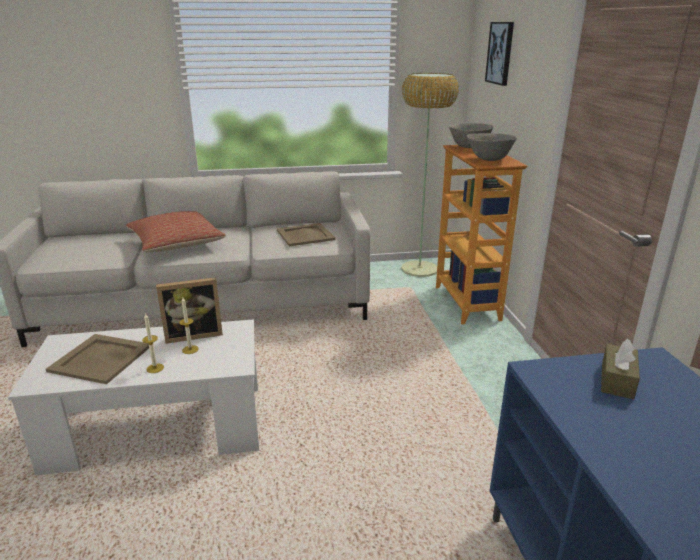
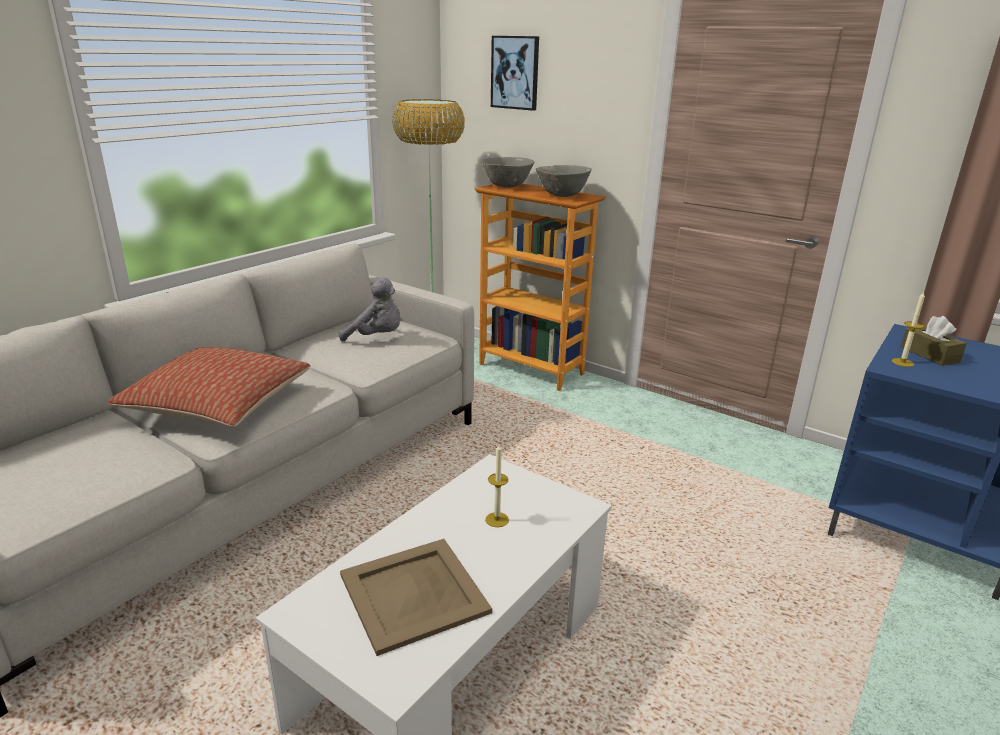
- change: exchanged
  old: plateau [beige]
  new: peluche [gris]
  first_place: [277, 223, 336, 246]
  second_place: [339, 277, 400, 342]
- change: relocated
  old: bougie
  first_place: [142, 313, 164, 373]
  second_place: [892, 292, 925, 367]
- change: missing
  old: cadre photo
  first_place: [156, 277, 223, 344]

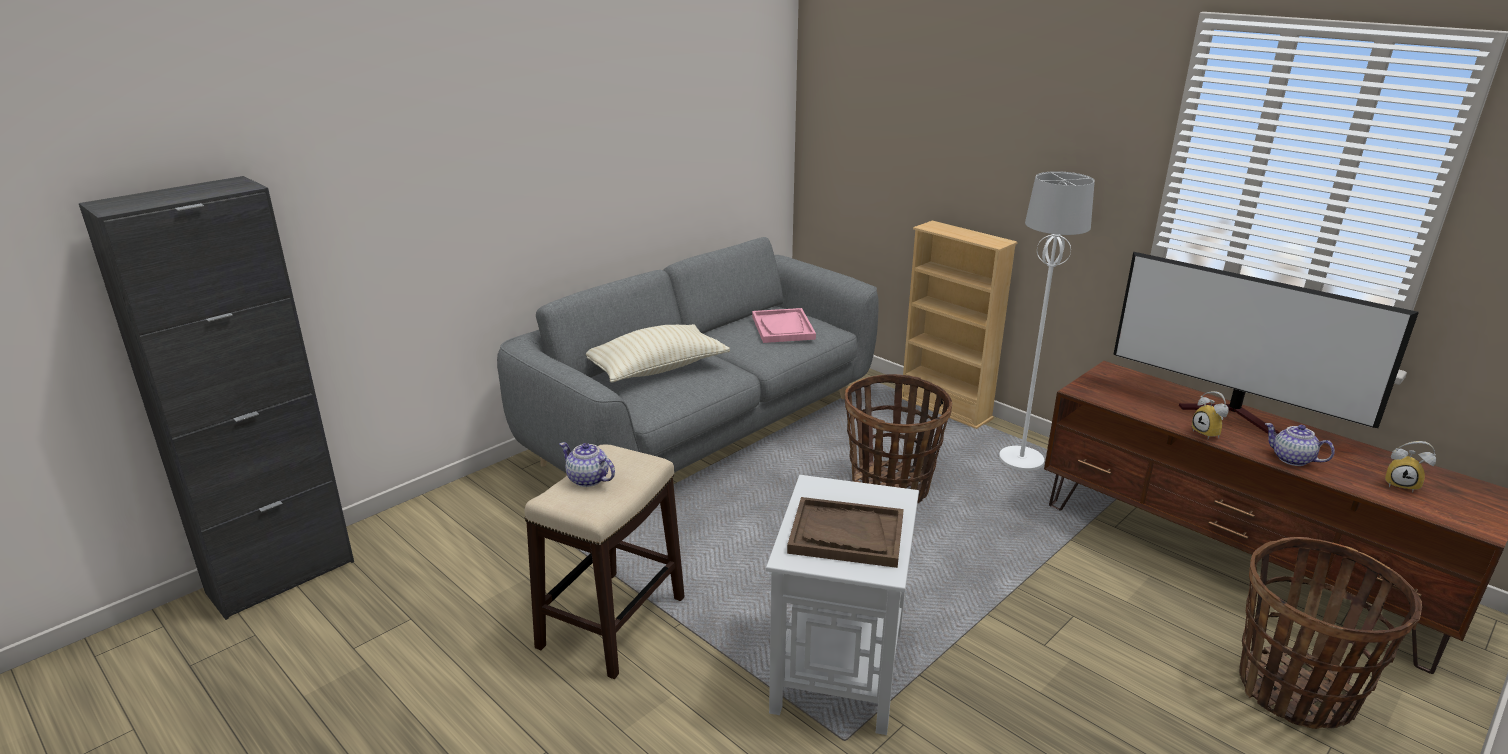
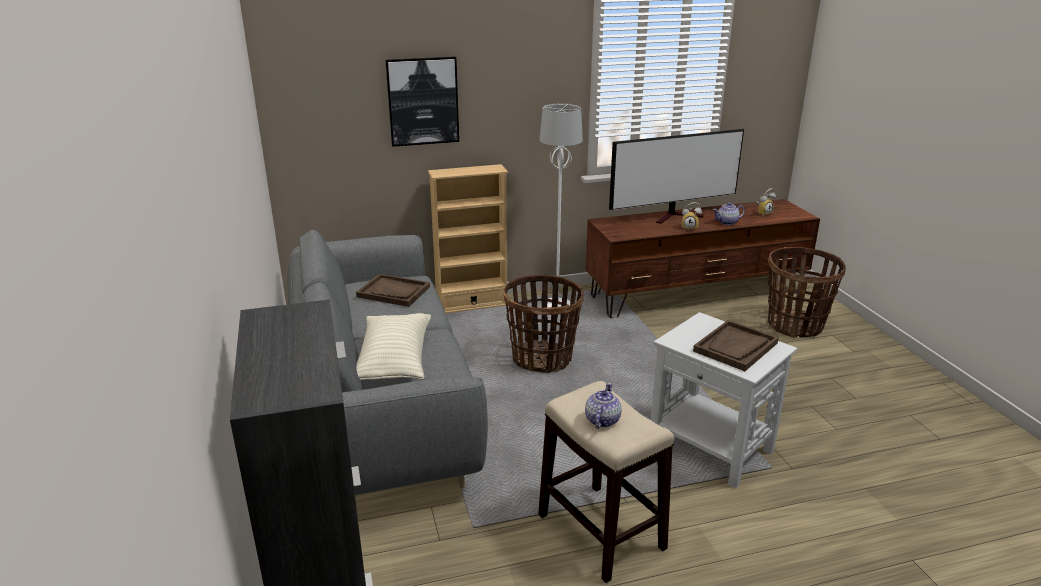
- change: colour
  old: plateau [rose]
  new: plateau [marron]
  first_place: [752, 308, 816, 343]
  second_place: [356, 274, 430, 307]
- change: appeared
  new: tableau
  second_place: [385, 57, 459, 147]
- change: spun
  old: théière
  first_place: [560, 442, 615, 487]
  second_place: [585, 383, 622, 429]
  degrees: 135

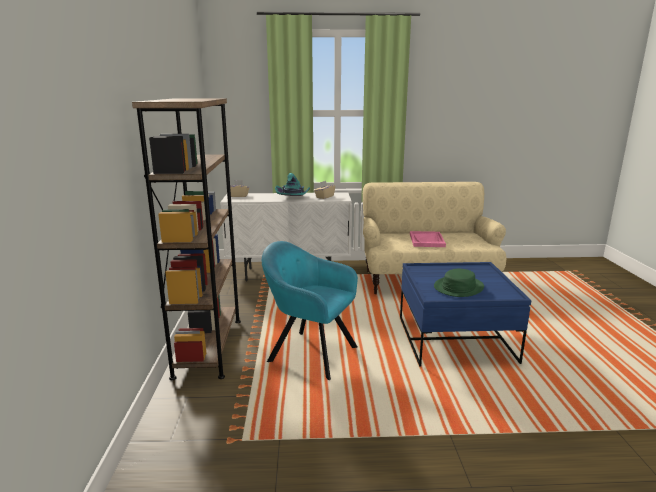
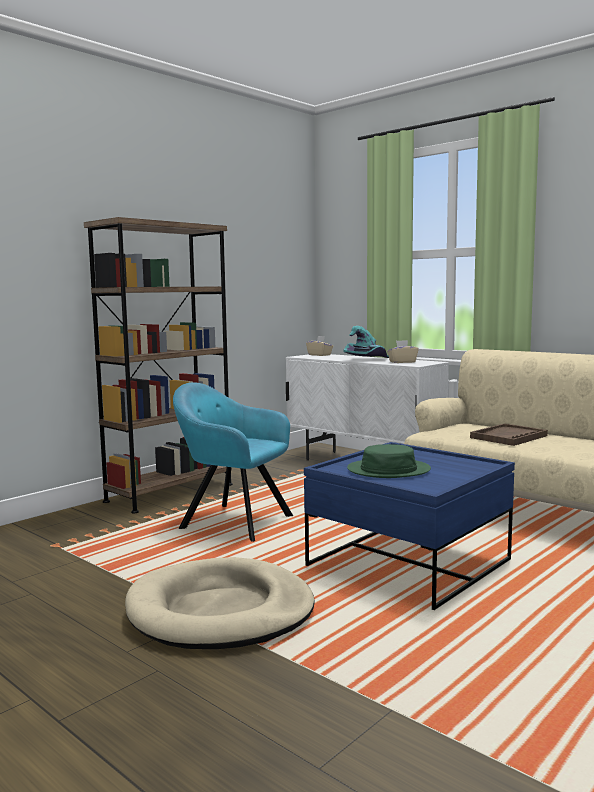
- change: appeared
  new: panier pour chien [beige]
  second_place: [125, 557, 315, 649]
- change: spun
  old: fauteuil [turquoise]
  first_place: [262, 241, 358, 380]
  second_place: [173, 382, 293, 542]
  degrees: -45
- change: colour
  old: plateau [rose]
  new: plateau [marron]
  first_place: [410, 231, 446, 247]
  second_place: [470, 423, 548, 446]

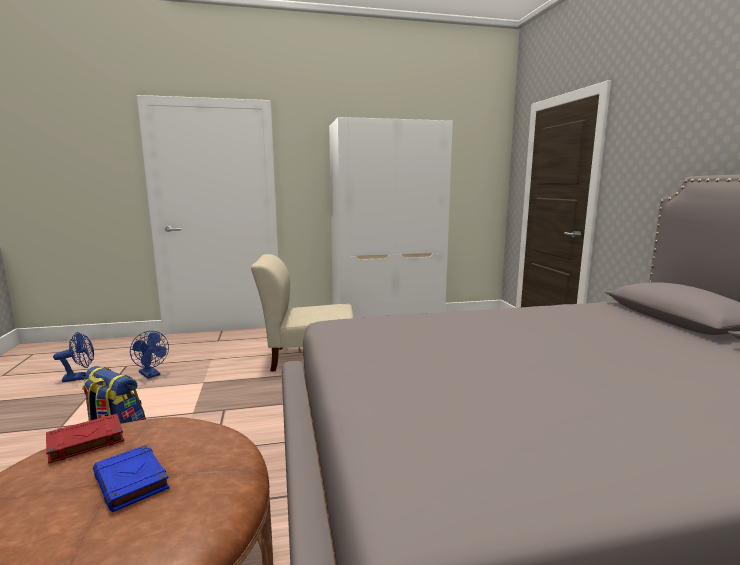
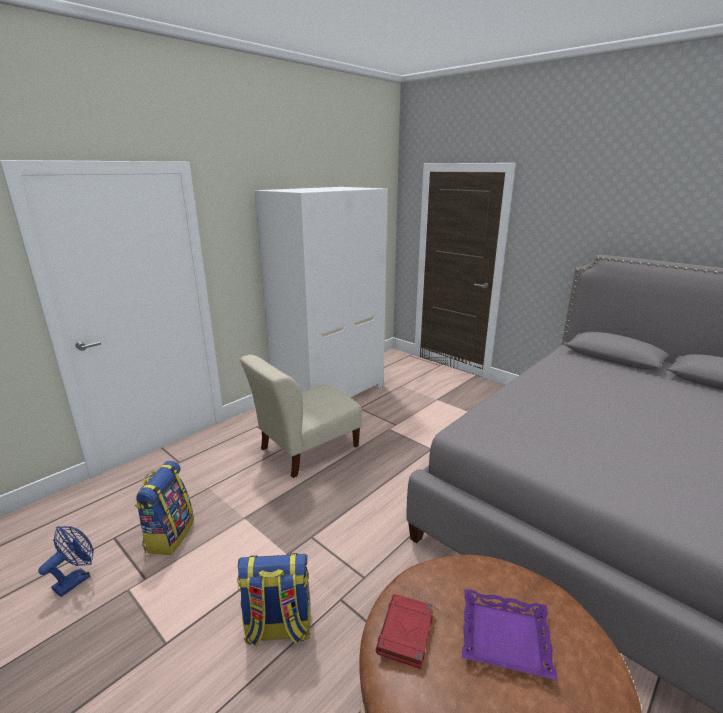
- change: exchanged
  old: ventilateur [bleu]
  new: sac à dos
  first_place: [130, 331, 169, 379]
  second_place: [135, 461, 194, 555]
- change: exchanged
  old: livre [bleu]
  new: plateau [violet]
  first_place: [93, 445, 170, 512]
  second_place: [462, 589, 558, 680]

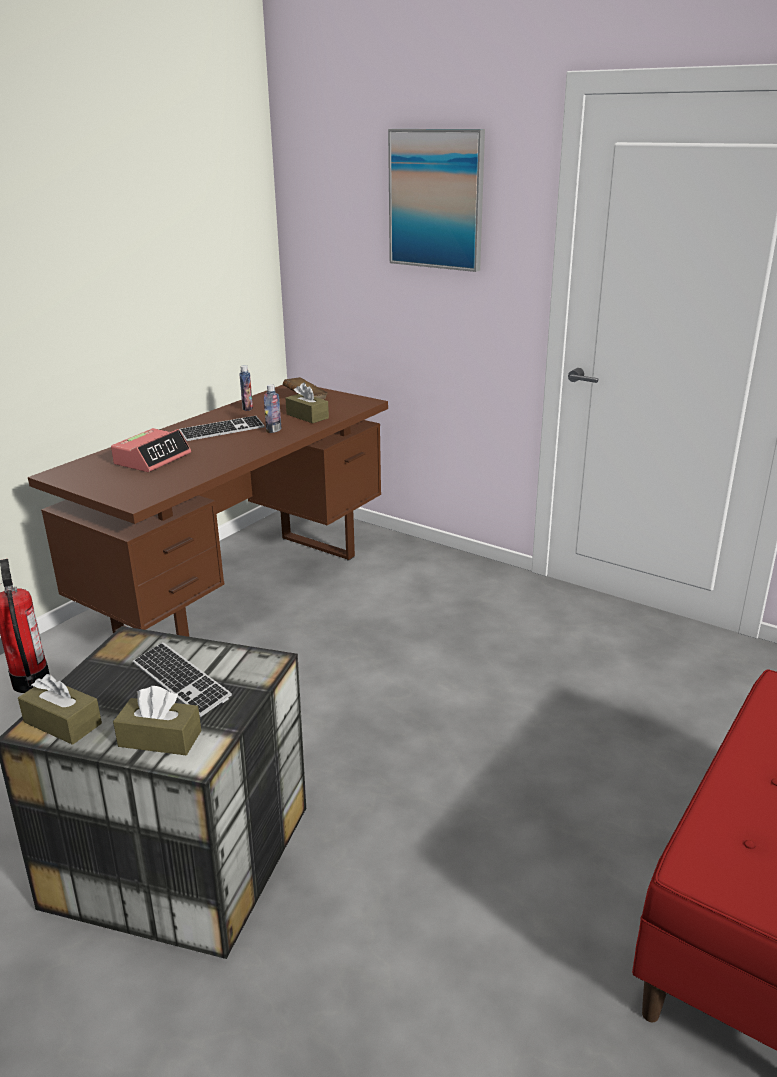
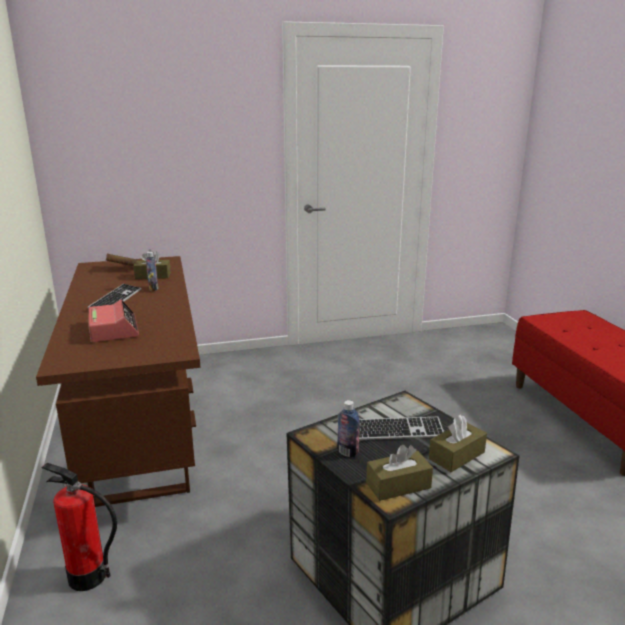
- change: relocated
  old: bouteille
  first_place: [239, 365, 253, 411]
  second_place: [337, 400, 360, 457]
- change: missing
  old: tableau
  first_place: [388, 129, 485, 272]

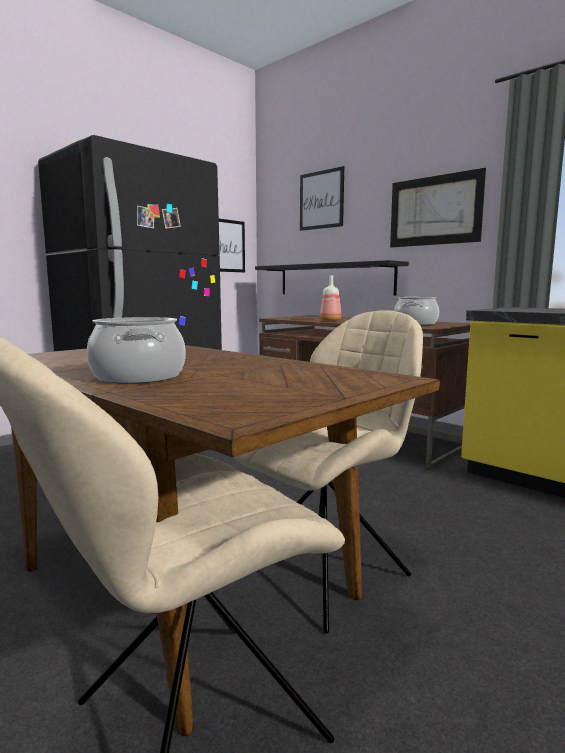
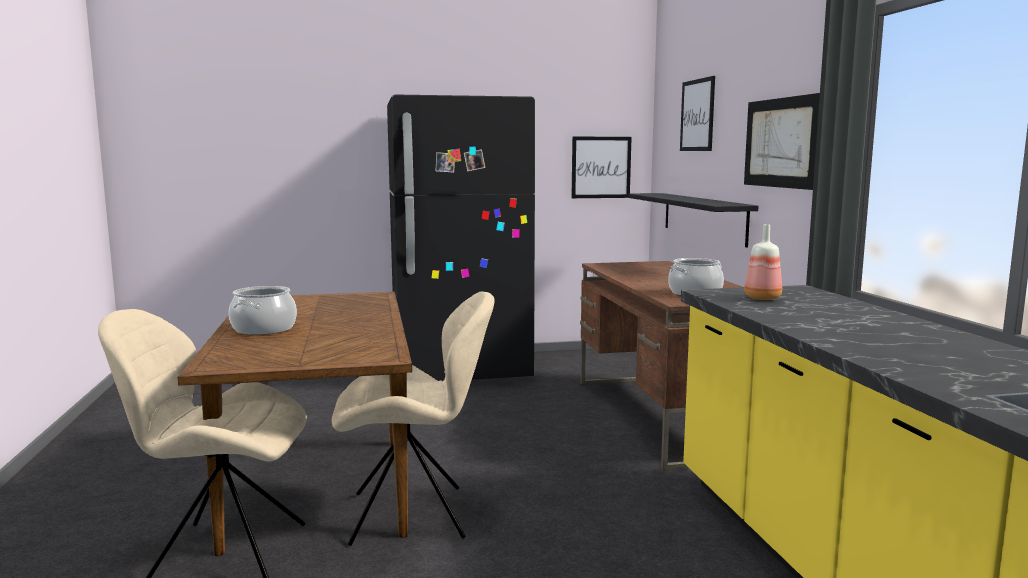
- change: relocated
  old: bouteille
  first_place: [320, 276, 342, 321]
  second_place: [744, 224, 782, 300]

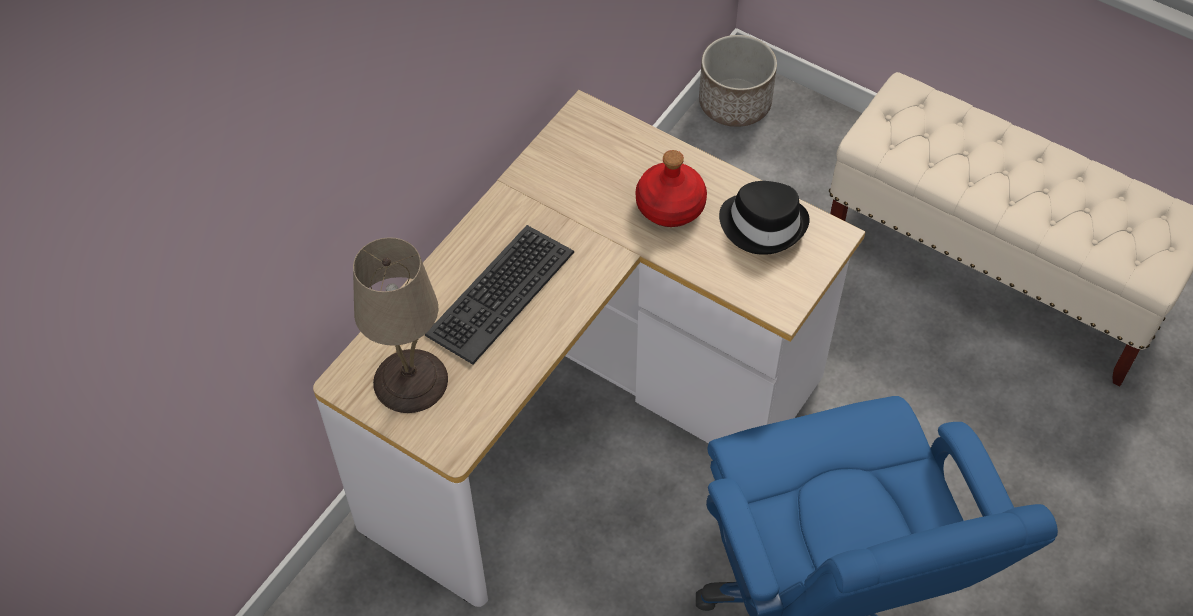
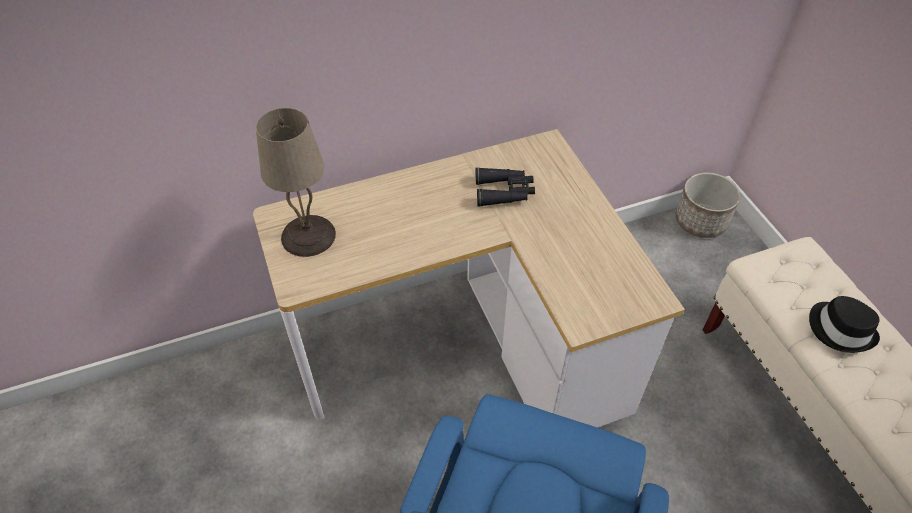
- change: appeared
  new: jumelles [noir]
  second_place: [475, 168, 535, 207]
- change: relocated
  old: chapeau [noir]
  first_place: [719, 181, 810, 255]
  second_place: [809, 296, 880, 353]
- change: missing
  old: clavier
  first_place: [425, 225, 574, 365]
- change: missing
  old: bouteille [rouge]
  first_place: [636, 150, 707, 227]

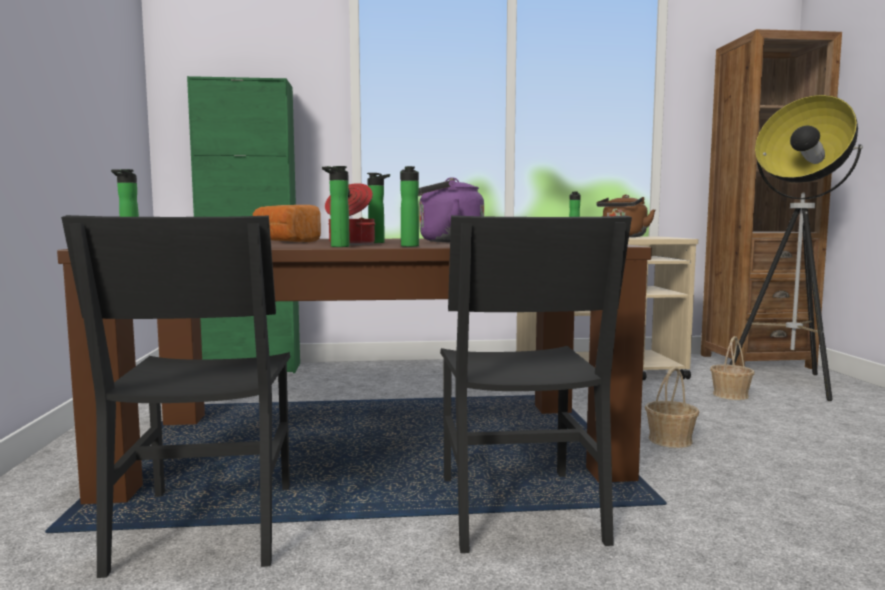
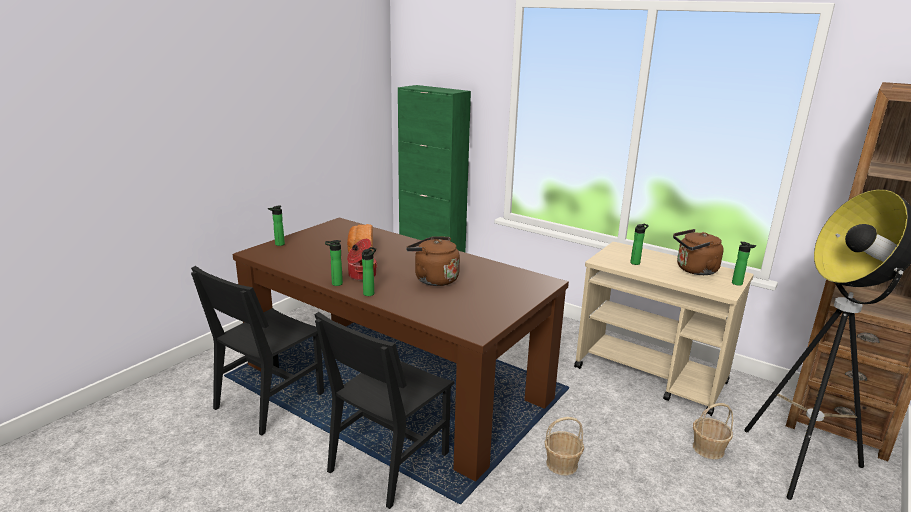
- change: colour
  old: bouilloire [violet]
  new: bouilloire [marron]
  first_place: [418, 177, 484, 242]
  second_place: [406, 236, 460, 286]
- change: relocated
  old: bouteille
  first_place: [367, 173, 390, 243]
  second_place: [732, 242, 756, 286]

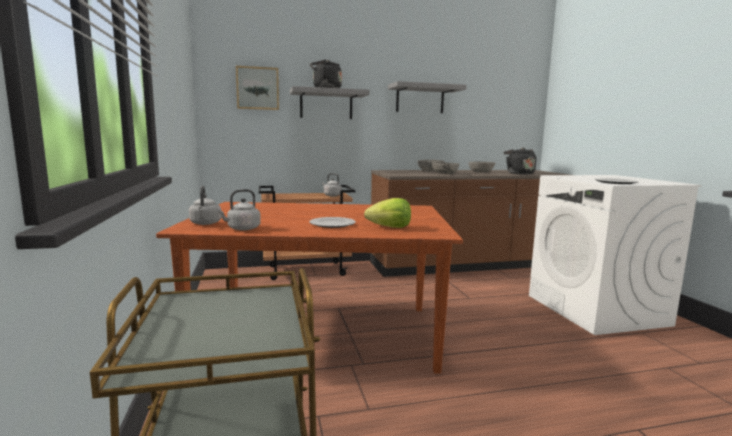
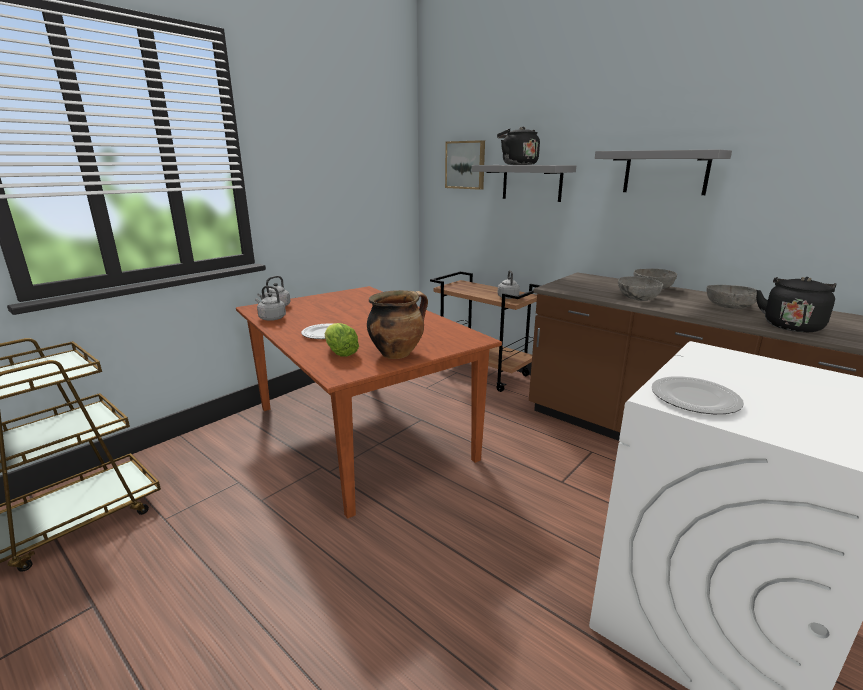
- change: appeared
  new: marmite
  second_place: [367, 290, 428, 359]

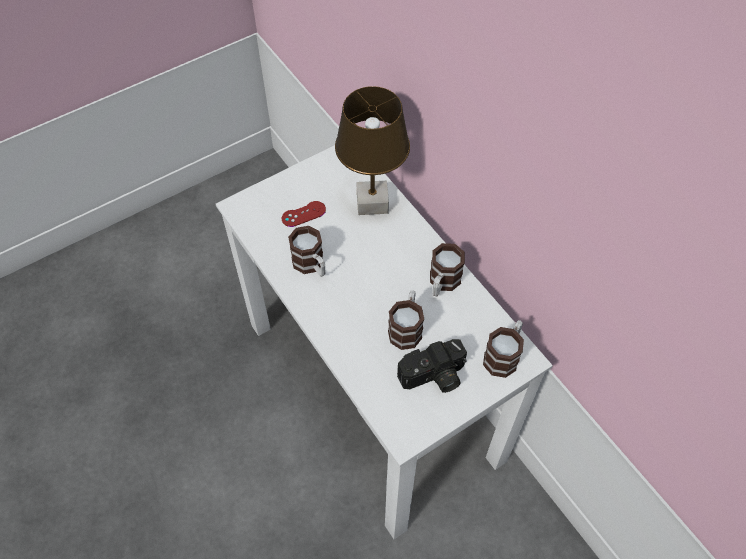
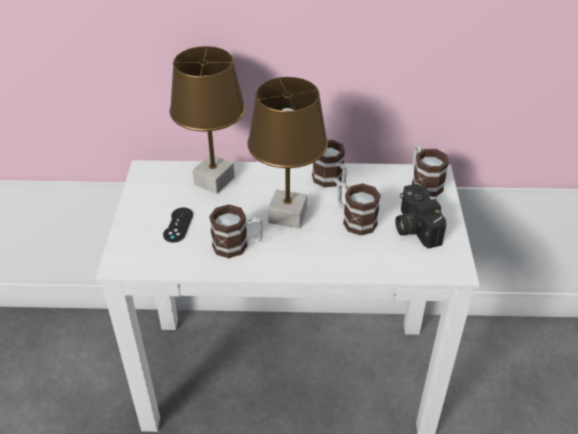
- change: colour
  old: manette [rouge]
  new: manette [noir]
  first_place: [282, 201, 326, 227]
  second_place: [163, 208, 193, 243]
- change: appeared
  new: lampe de table [marron]
  second_place: [247, 77, 328, 228]
- change: spun
  old: appareil photo
  first_place: [397, 339, 467, 393]
  second_place: [395, 184, 446, 249]
  degrees: 150

